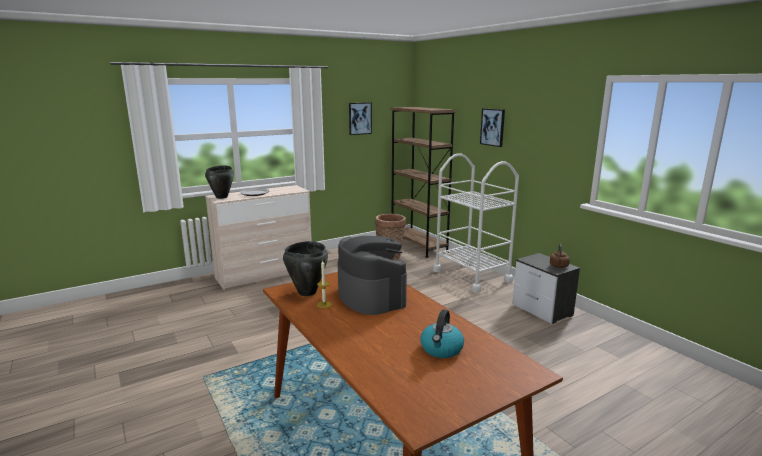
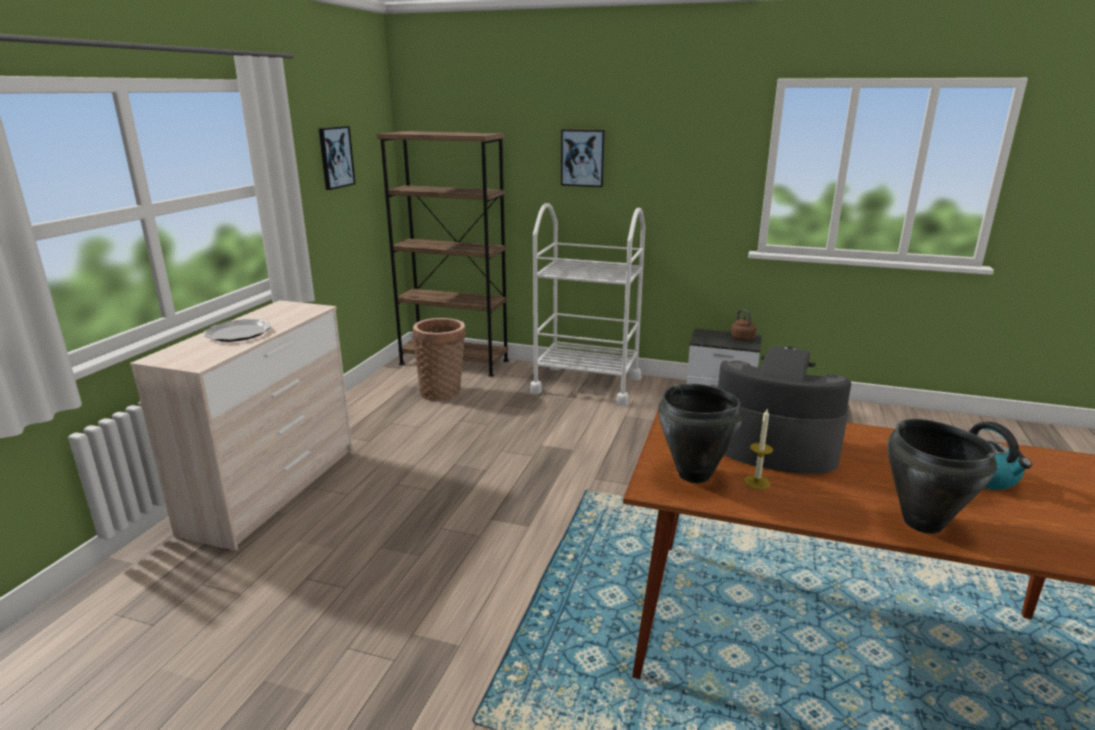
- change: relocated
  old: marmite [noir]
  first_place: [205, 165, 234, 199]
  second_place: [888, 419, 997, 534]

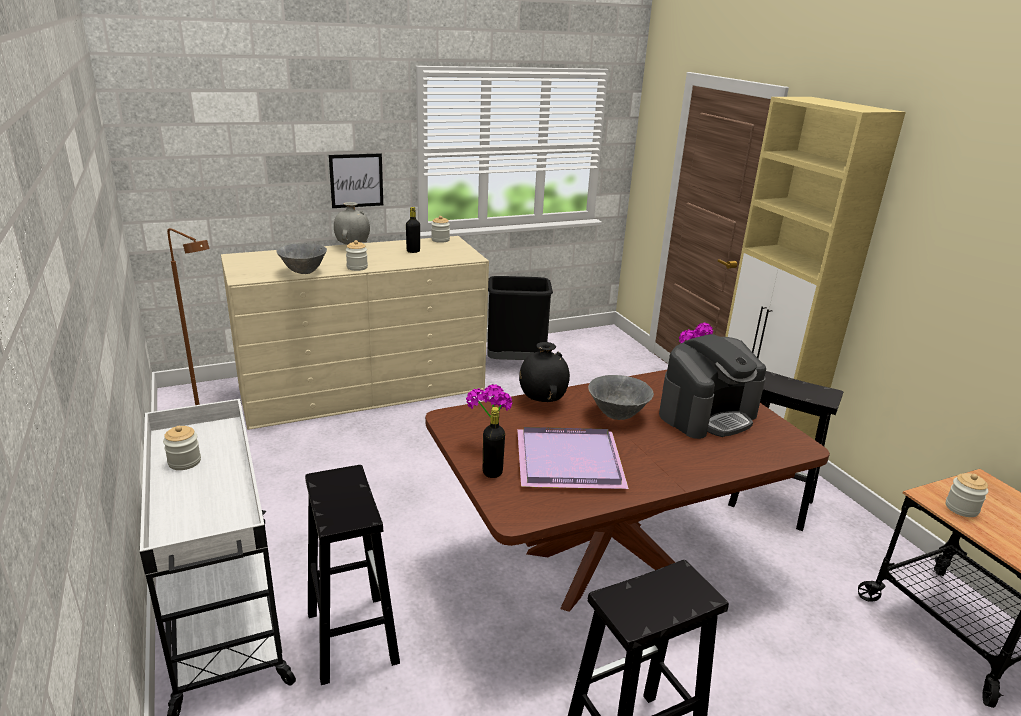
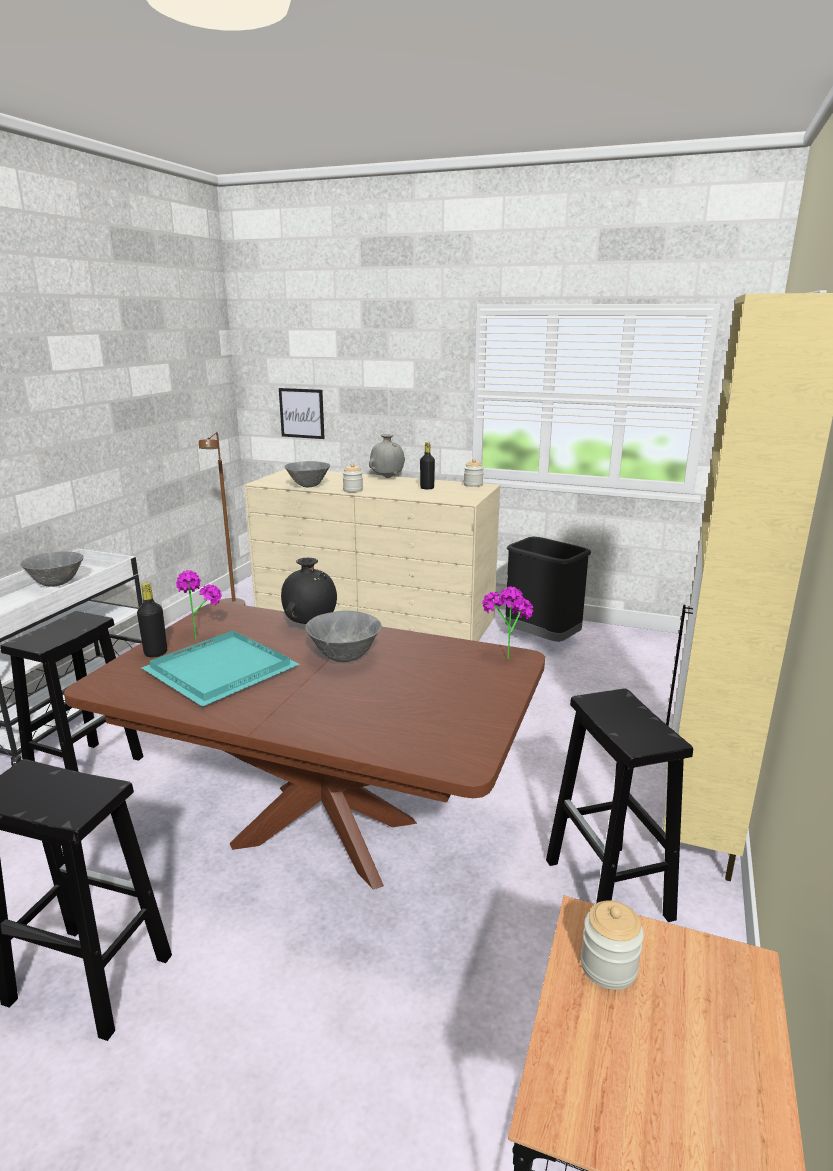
- change: exchanged
  old: bocal
  new: bol [gris]
  first_place: [163, 426, 201, 470]
  second_place: [20, 551, 84, 587]
- change: colour
  old: plateau [violet]
  new: plateau [turquoise]
  first_place: [517, 427, 629, 489]
  second_place: [141, 630, 300, 707]
- change: relocated
  old: tableau
  first_place: [329, 153, 383, 208]
  second_place: [279, 388, 325, 439]
- change: missing
  old: machine à café
  first_place: [659, 334, 766, 439]

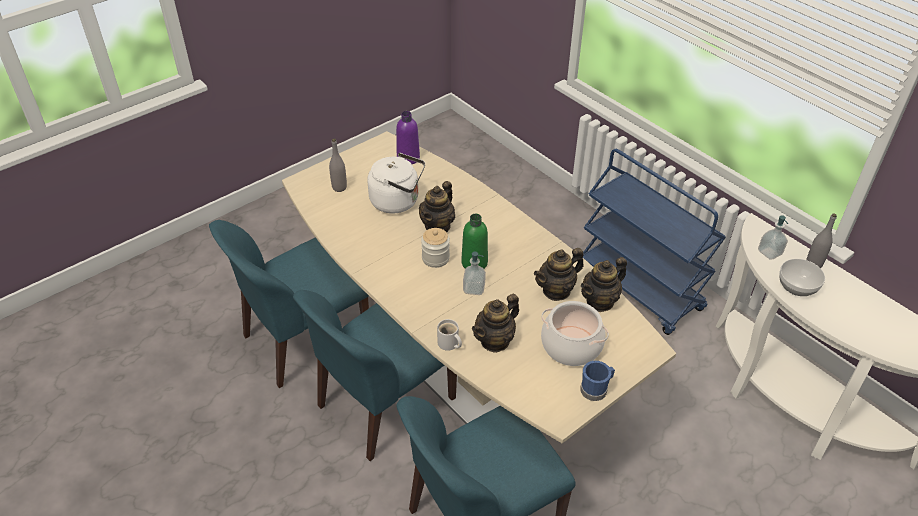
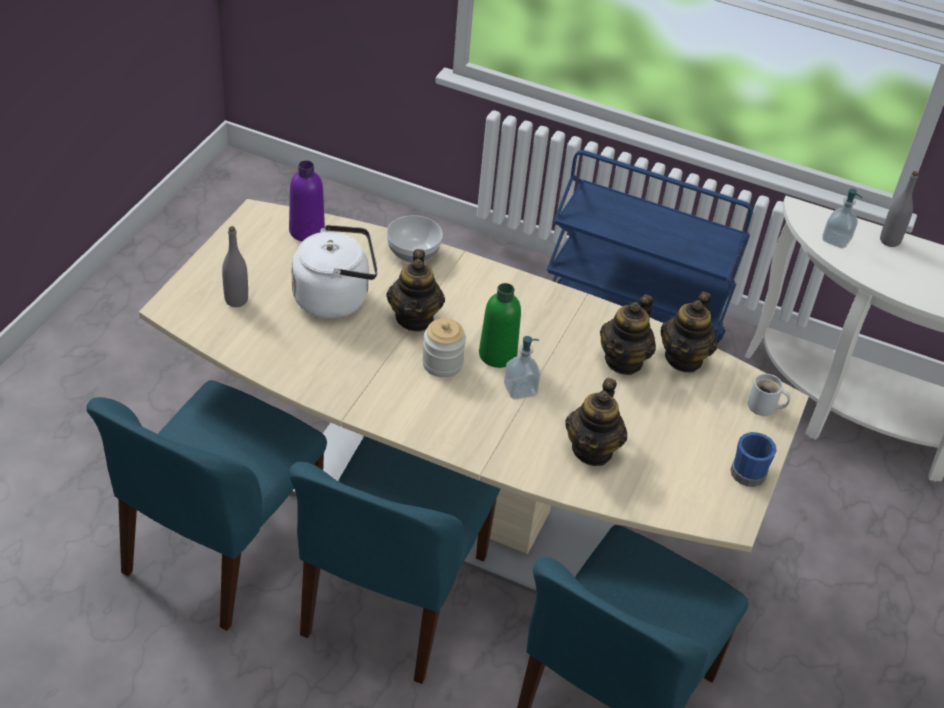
- change: relocated
  old: bol
  first_place: [779, 259, 825, 296]
  second_place: [387, 215, 443, 263]
- change: relocated
  old: mug [blanc]
  first_place: [437, 319, 462, 351]
  second_place: [748, 374, 790, 416]
- change: missing
  old: marmite
  first_place: [541, 301, 609, 366]

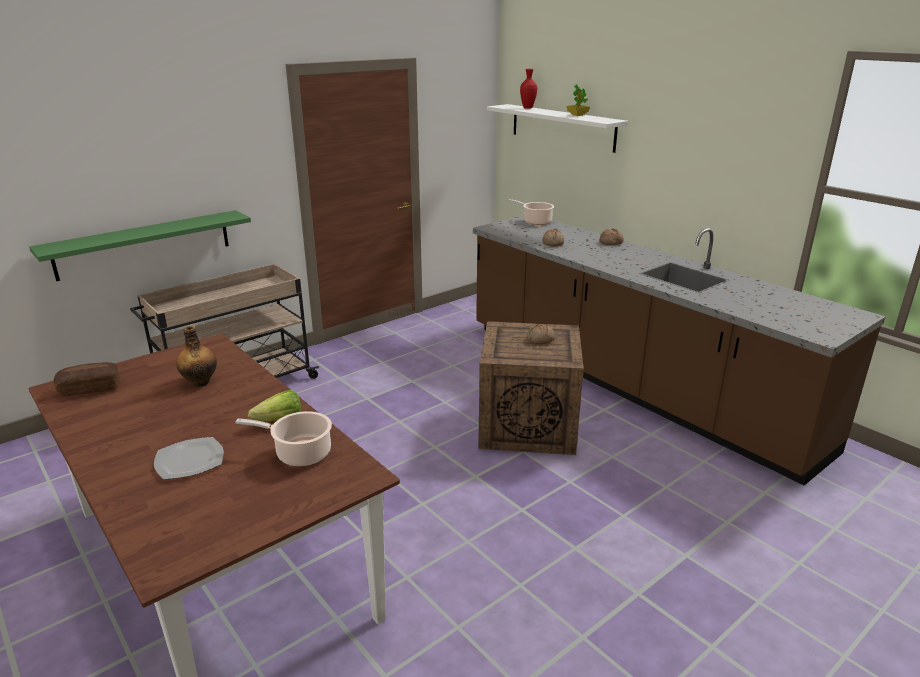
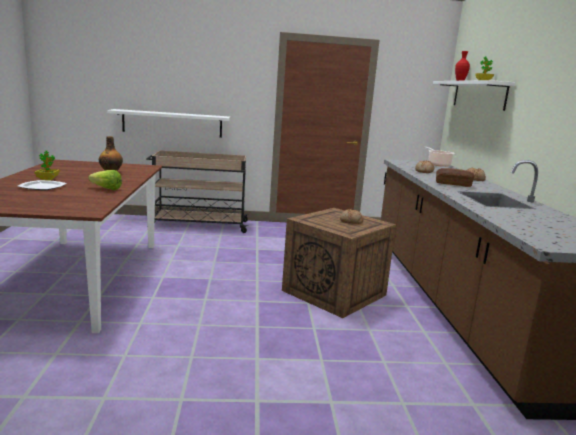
- change: appeared
  new: plante en pot
  second_place: [34, 150, 60, 180]
- change: colour
  old: étagère [vert]
  new: étagère [blanc]
  first_place: [29, 210, 251, 281]
  second_place: [107, 109, 230, 138]
- change: relocated
  old: pain
  first_place: [53, 362, 120, 396]
  second_place: [436, 168, 474, 187]
- change: missing
  old: marmite
  first_place: [235, 411, 332, 466]

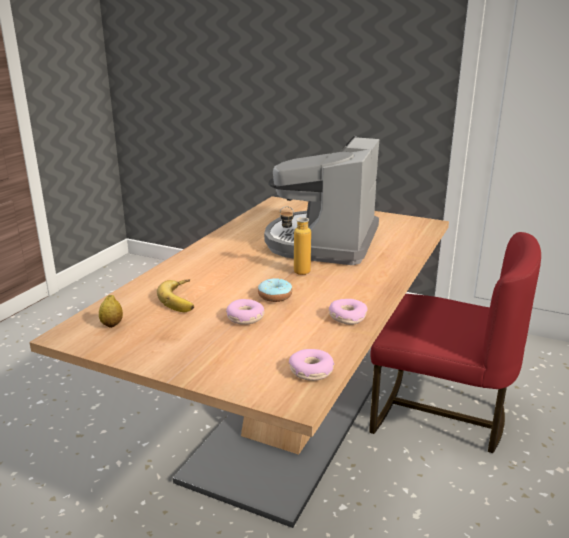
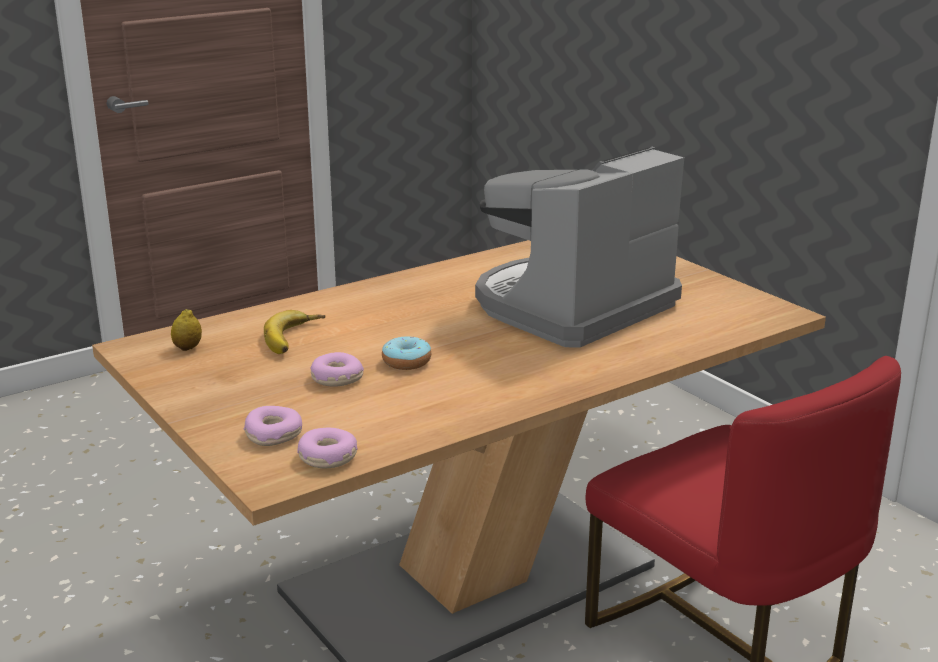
- change: relocated
  old: beignet
  first_place: [329, 299, 368, 325]
  second_place: [244, 406, 302, 446]
- change: missing
  old: bouteille
  first_place: [280, 206, 311, 275]

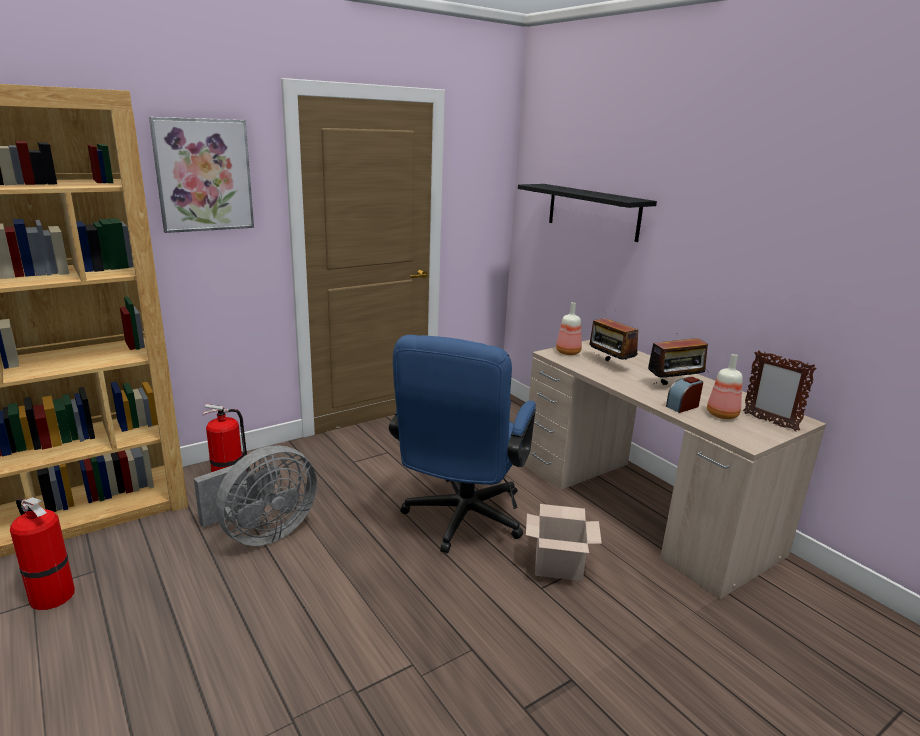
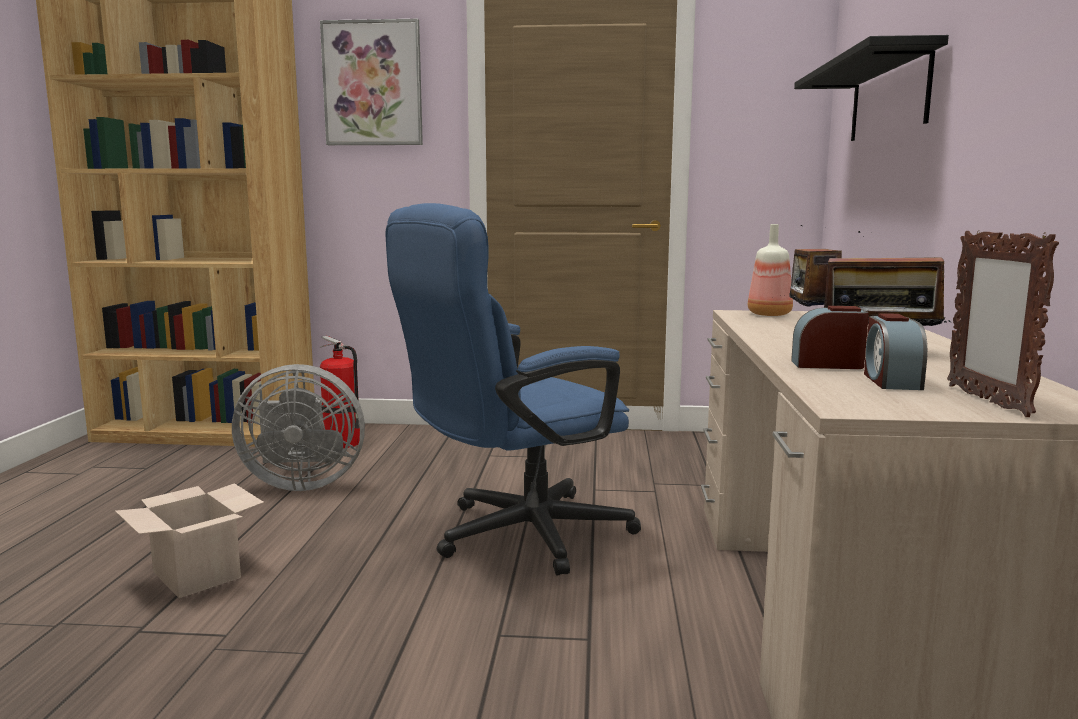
- change: relocated
  old: carton
  first_place: [526, 504, 602, 581]
  second_place: [115, 483, 264, 598]
- change: exchanged
  old: bouteille
  new: réveil
  first_place: [707, 354, 743, 419]
  second_place: [864, 313, 928, 390]
- change: missing
  old: extincteur
  first_place: [10, 497, 75, 610]

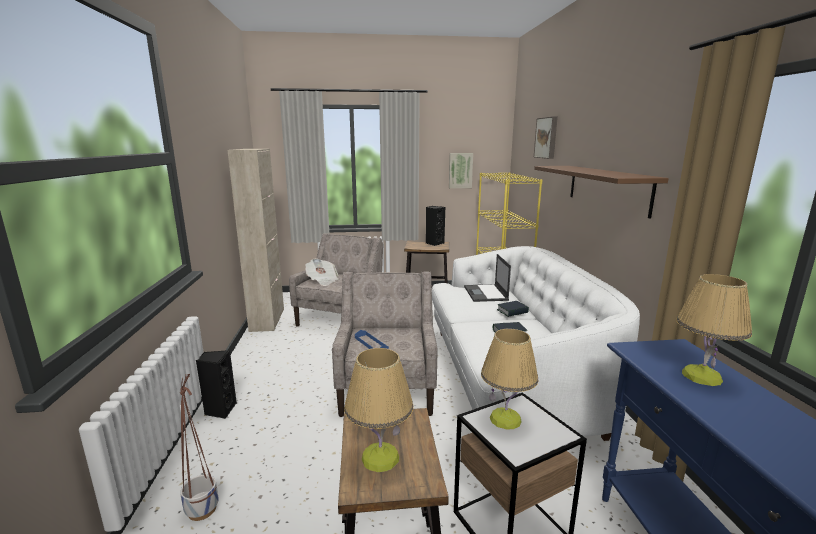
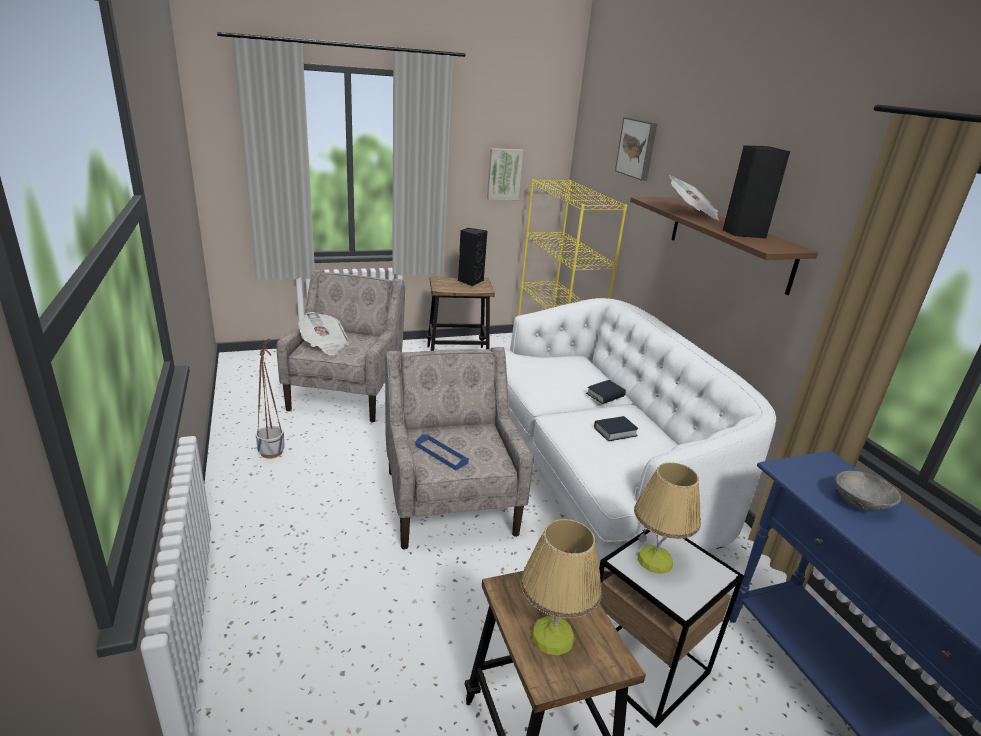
- change: relocated
  old: cache-pot
  first_place: [180, 374, 219, 521]
  second_place: [256, 339, 285, 459]
- change: appeared
  new: journal
  second_place: [669, 175, 719, 221]
- change: relocated
  old: enceinte [noir]
  first_place: [196, 350, 237, 419]
  second_place: [723, 145, 790, 239]
- change: exchanged
  old: lampe de table
  new: bol [gris]
  first_place: [676, 274, 752, 386]
  second_place: [836, 471, 901, 511]
- change: missing
  old: meuble de rangement [beige]
  first_place: [227, 149, 284, 332]
- change: missing
  old: ordinateur portable
  first_place: [464, 254, 511, 302]

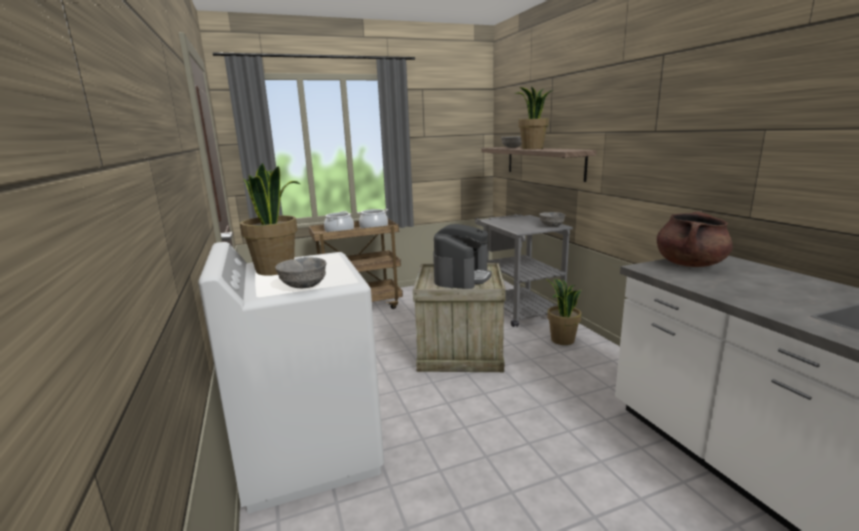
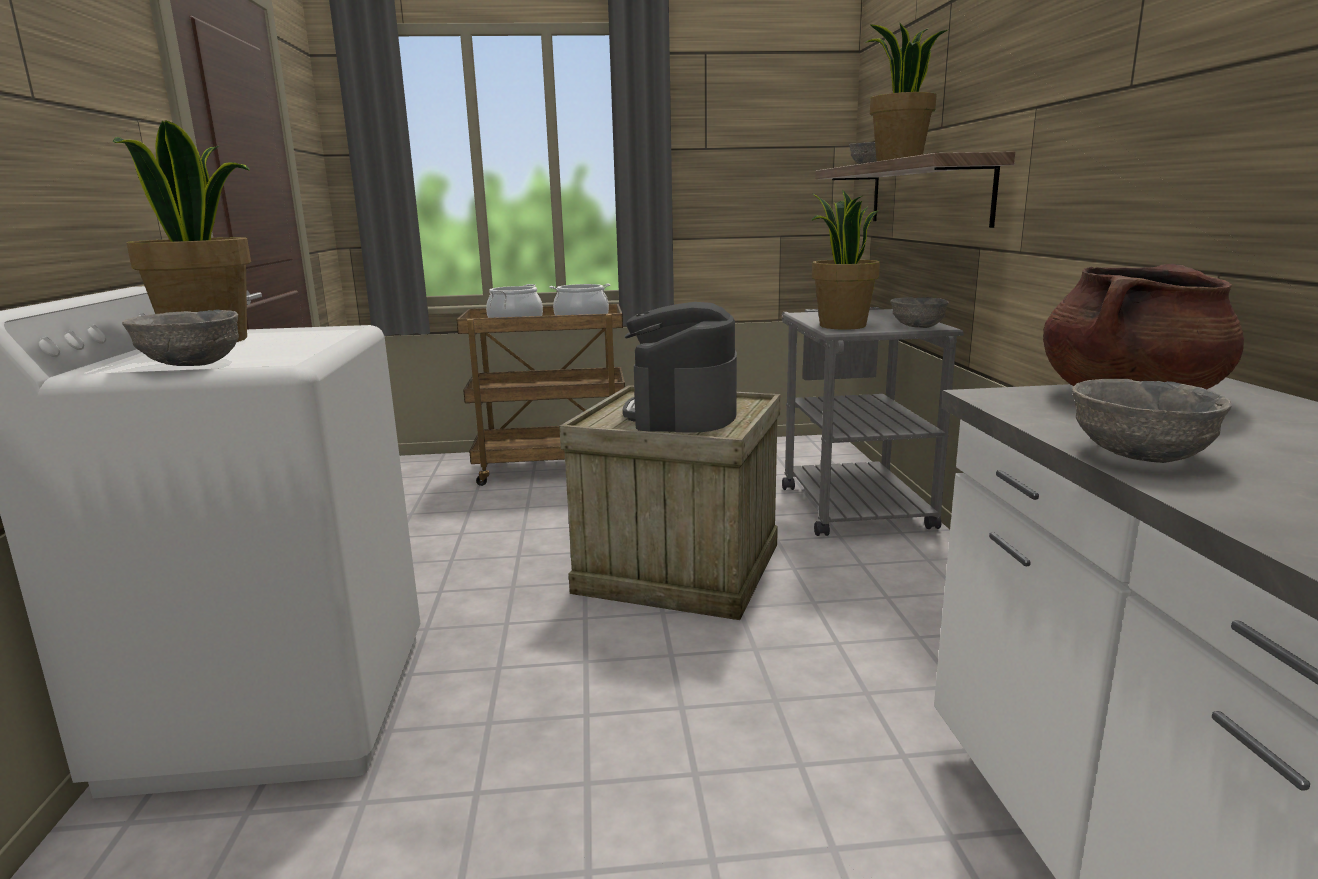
- change: spun
  old: machine à café
  first_place: [433, 224, 491, 289]
  second_place: [623, 302, 737, 432]
  degrees: 150
- change: relocated
  old: plante en pot
  first_place: [545, 278, 581, 345]
  second_place: [811, 189, 880, 330]
- change: appeared
  new: bol [gris]
  second_place: [1072, 379, 1232, 463]

